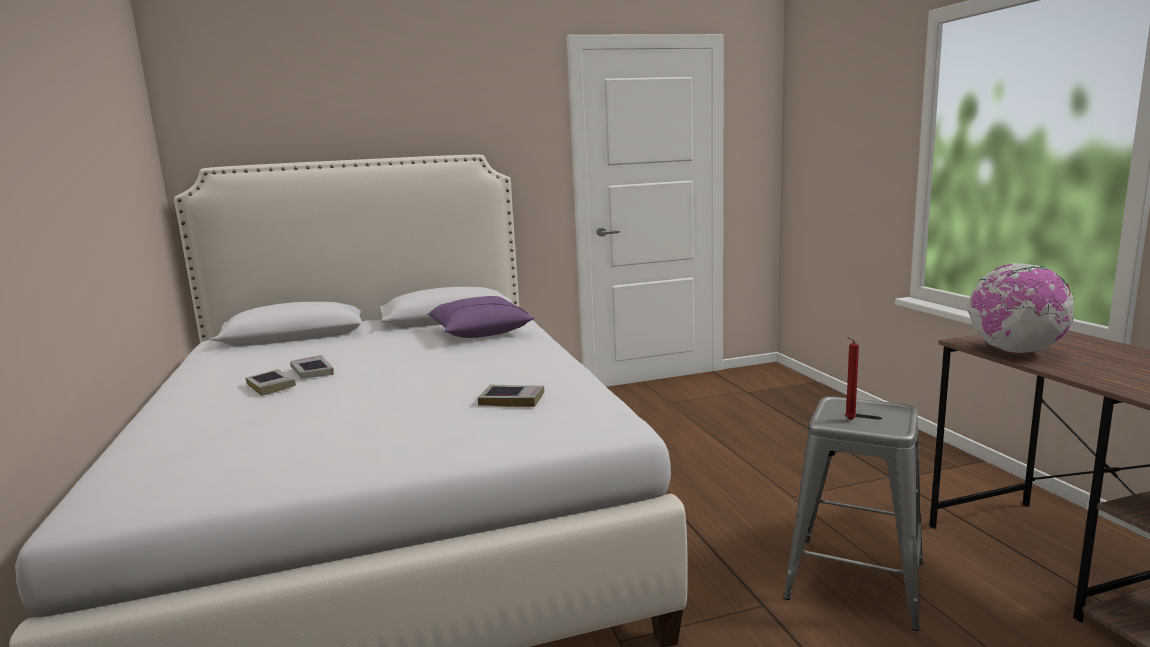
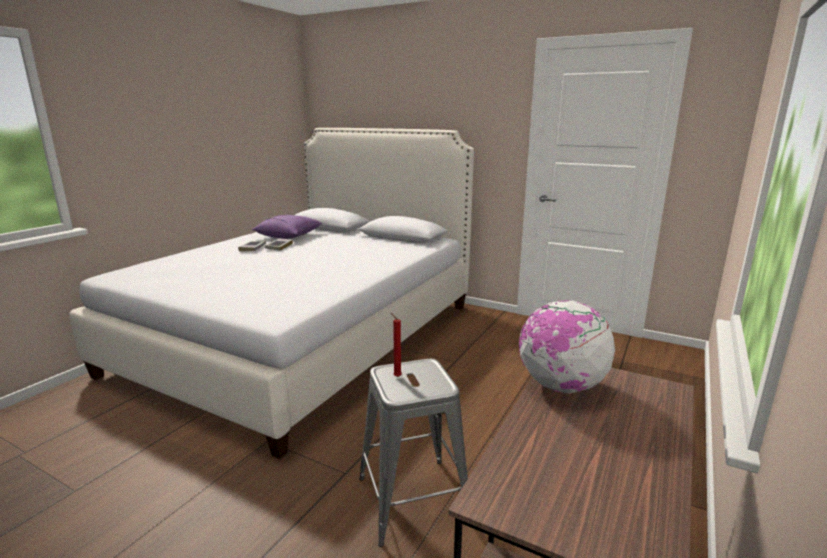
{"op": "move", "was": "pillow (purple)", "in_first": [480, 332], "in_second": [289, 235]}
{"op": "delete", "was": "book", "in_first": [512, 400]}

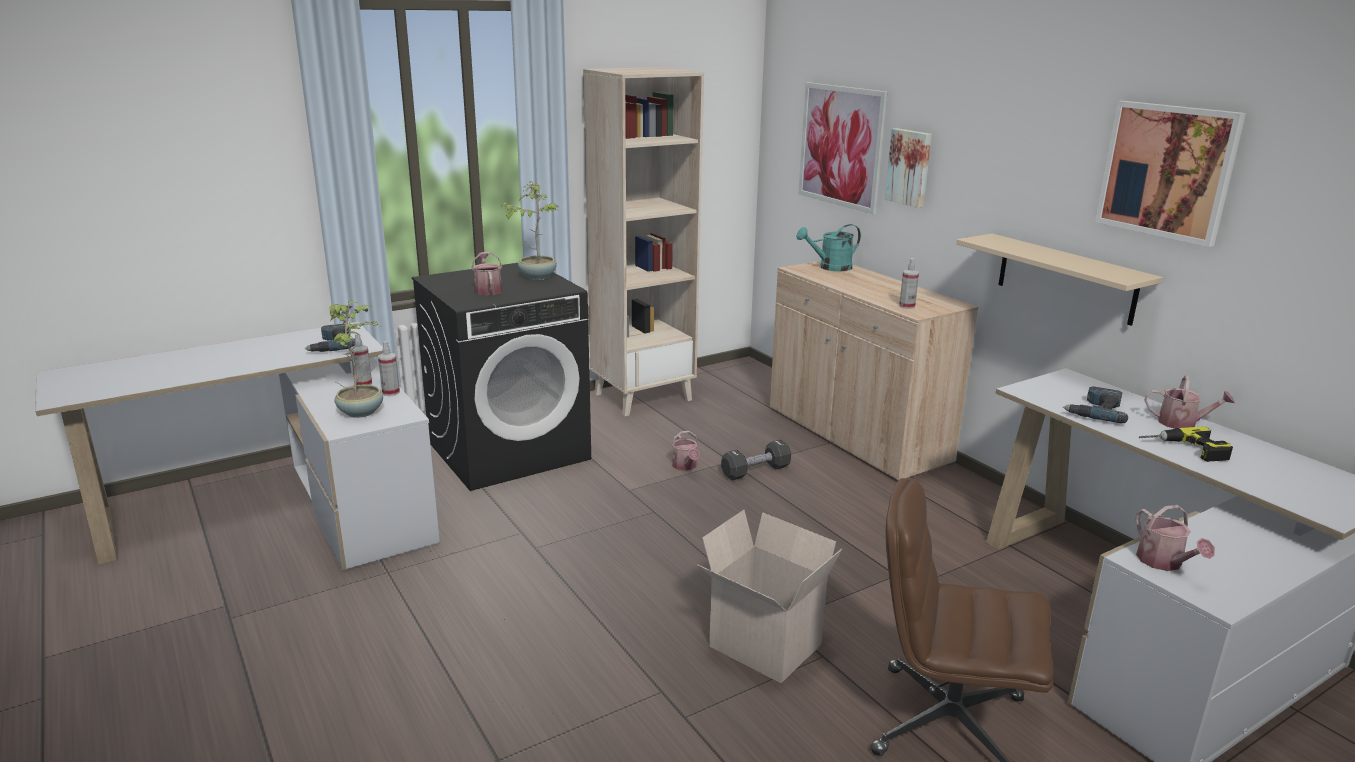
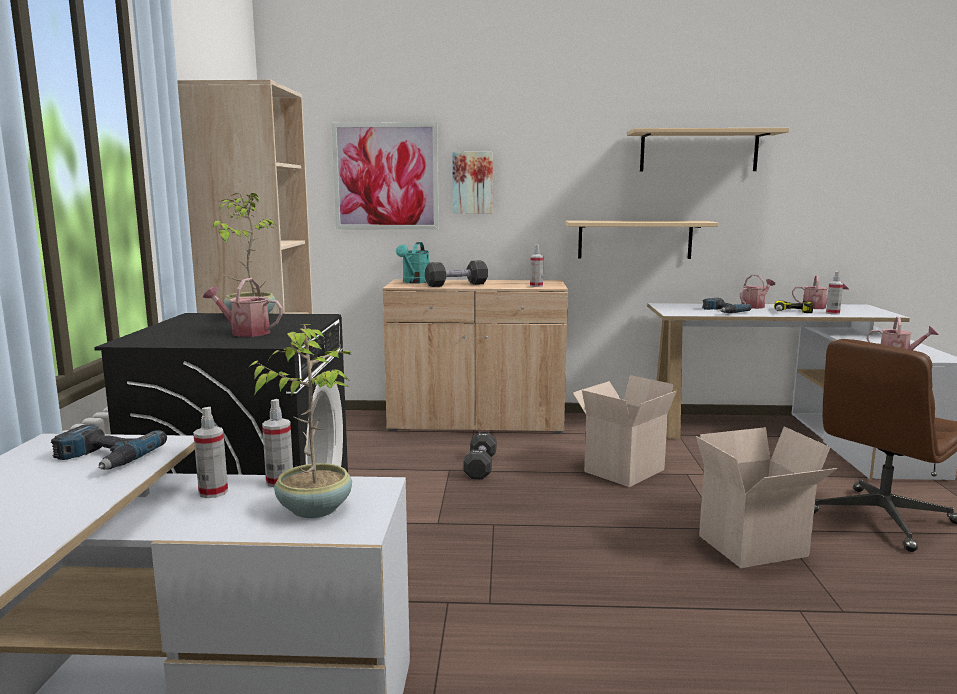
{"op": "move", "was": "watering can", "in_first": [685, 466], "in_second": [817, 307]}
{"op": "replace", "was": "picture", "now": "shelf (beige)", "in_first": [1167, 171], "in_second": [698, 151]}
{"op": "insert", "now": "dumbbell (black)", "in_second": [456, 285]}
{"op": "insert", "now": "cardboard box", "in_second": [623, 470]}
{"op": "insert", "now": "spray bottle", "in_second": [832, 313]}

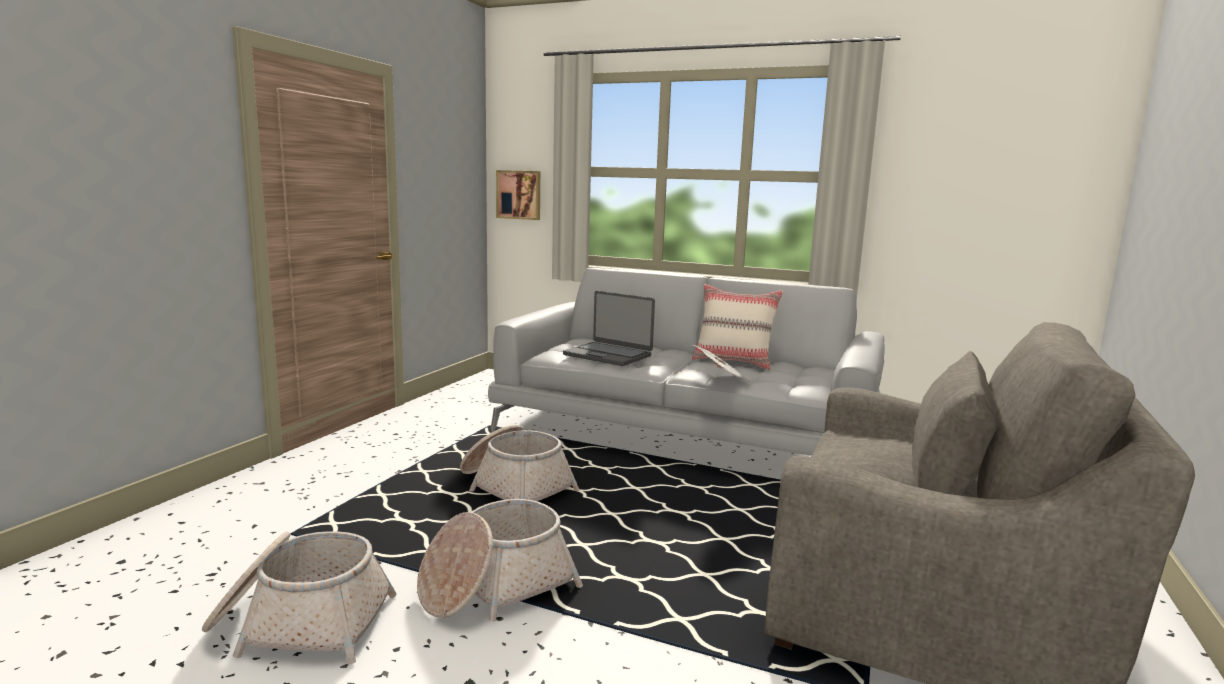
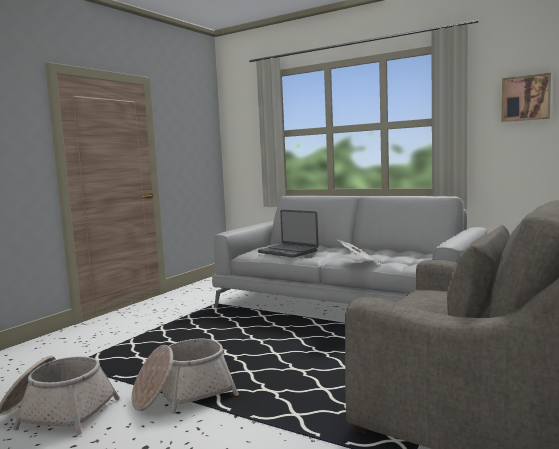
{"op": "delete", "was": "basket", "in_first": [515, 487]}
{"op": "move", "was": "picture", "in_first": [519, 195], "in_second": [526, 98]}
{"op": "delete", "was": "pillow (beige)", "in_first": [733, 361]}

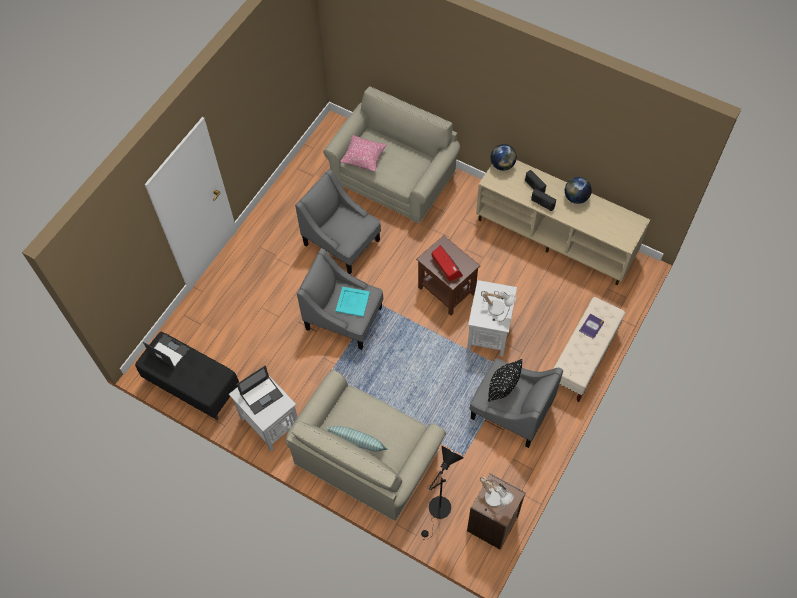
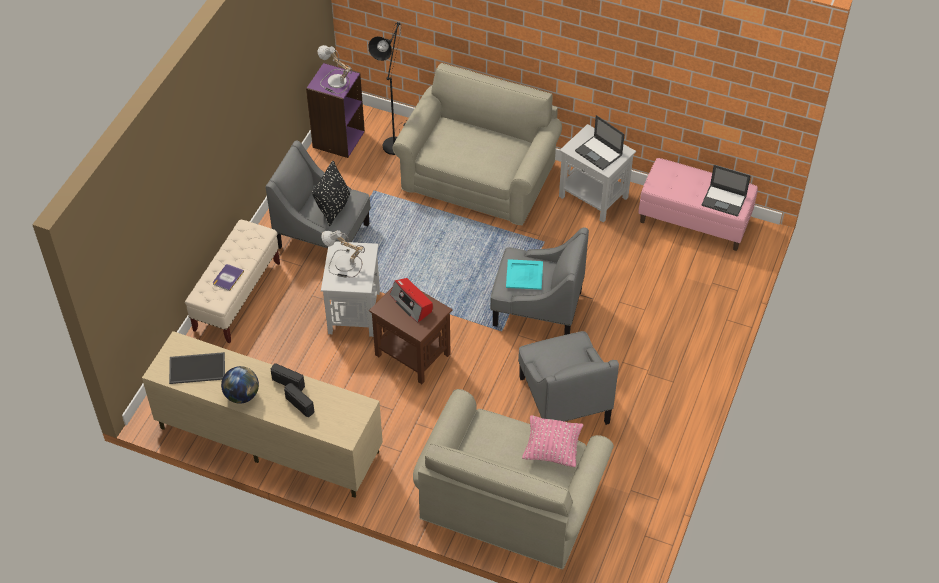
{"op": "recolor", "was": "bench (black)", "now": "bench (pink)", "in_first": [192, 385], "in_second": [694, 221]}
{"op": "rotate", "was": "laptop", "in_first": [262, 395], "in_second": [599, 153], "clockwise": -90}
{"op": "rotate", "was": "armchair (grey)", "in_first": [342, 242], "in_second": [563, 400], "clockwise": 45}
{"op": "delete", "was": "pillow", "in_first": [357, 443]}
{"op": "recolor", "was": "bookcase (brown)", "now": "bookcase (purple)", "in_first": [493, 524], "in_second": [338, 139]}
{"op": "delete", "was": "globe", "in_first": [502, 165]}
{"op": "insert", "now": "tray", "in_second": [197, 367]}

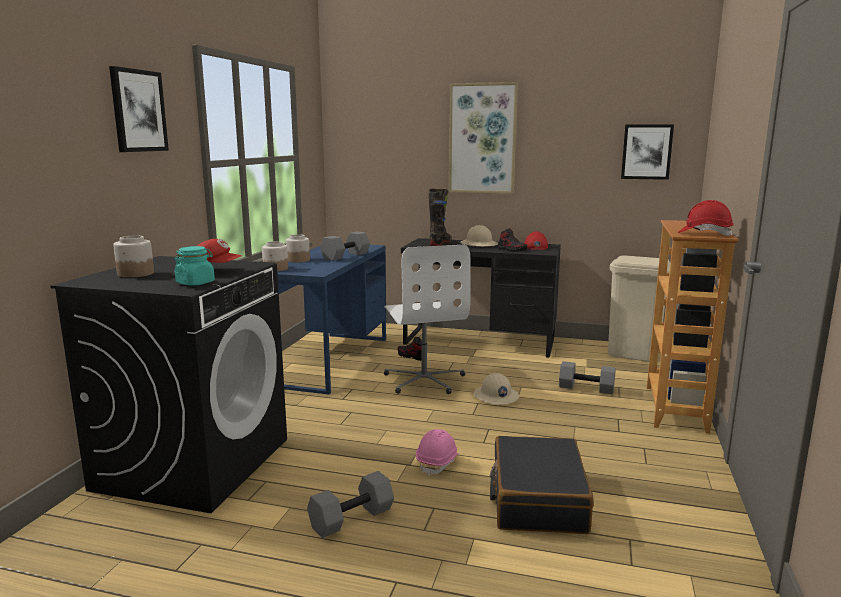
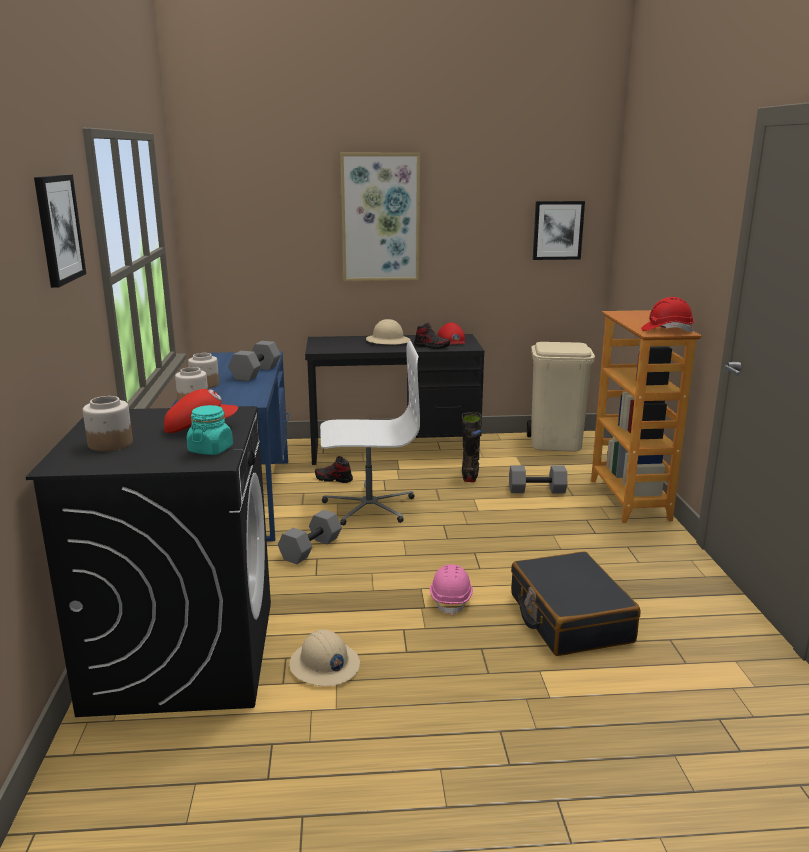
{"op": "move", "was": "dumbbell (grey)", "in_first": [351, 517], "in_second": [310, 548]}
{"op": "rotate", "was": "office chair (white)", "in_first": [424, 380], "in_second": [368, 506], "clockwise": -60}
{"op": "move", "was": "boot (black)", "in_first": [440, 243], "in_second": [470, 474]}
{"op": "move", "was": "hard hat (beige)", "in_first": [495, 396], "in_second": [324, 665]}

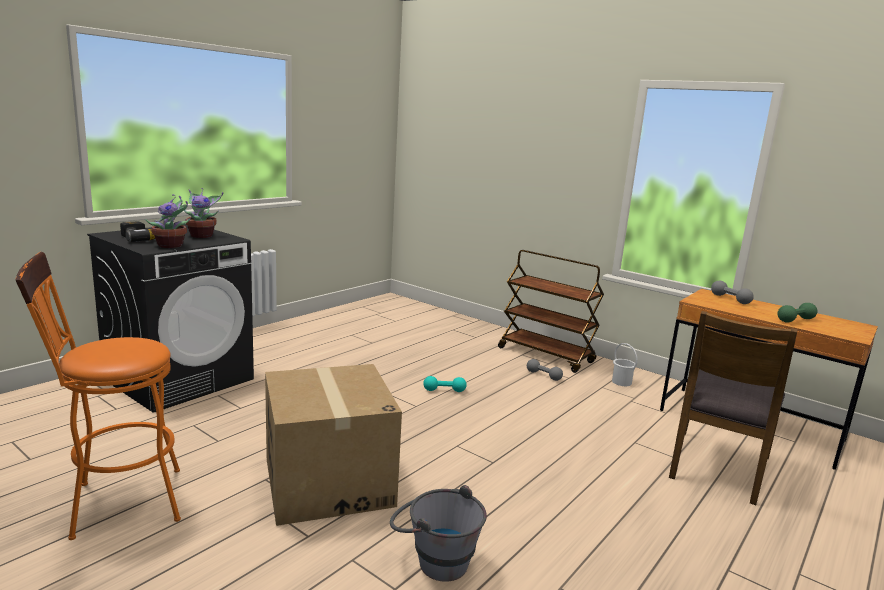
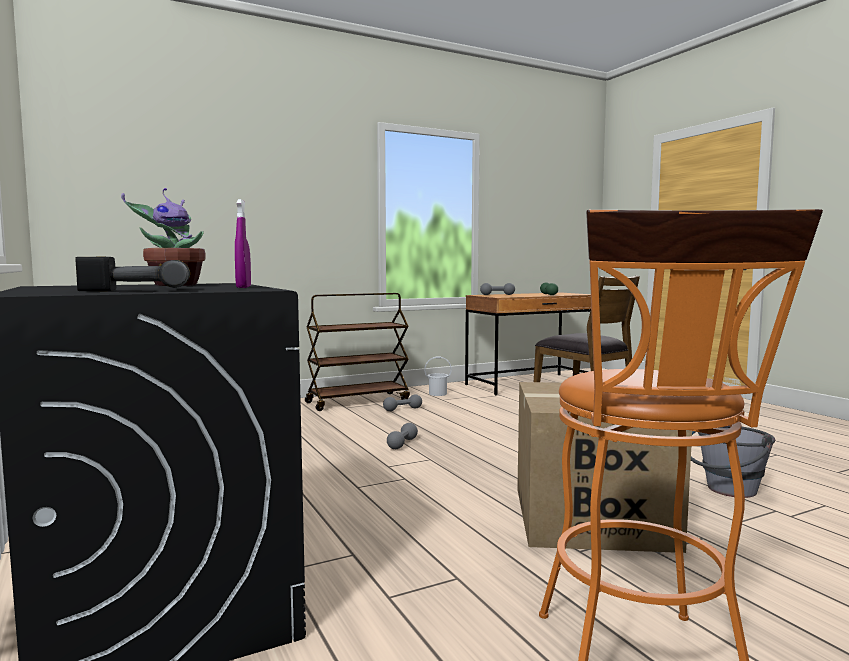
{"op": "replace", "was": "potted plant", "now": "spray bottle (purple)", "in_first": [172, 246], "in_second": [243, 287]}
{"op": "recolor", "was": "dumbbell (turquoise)", "now": "dumbbell (grey)", "in_first": [444, 390], "in_second": [402, 444]}

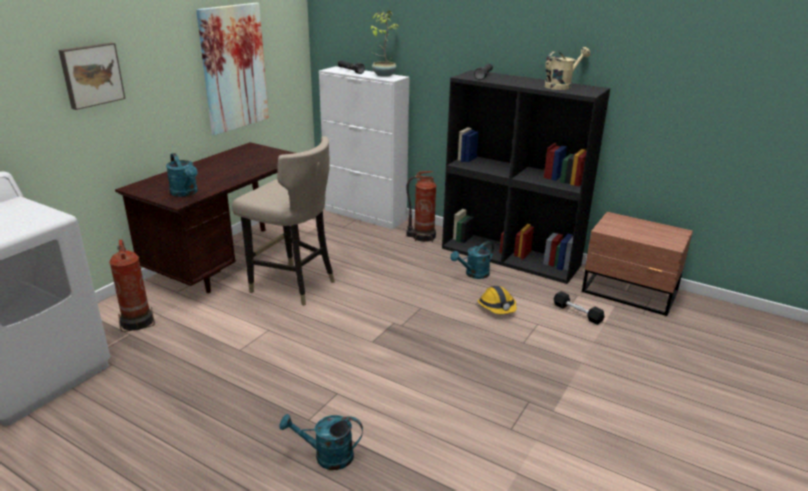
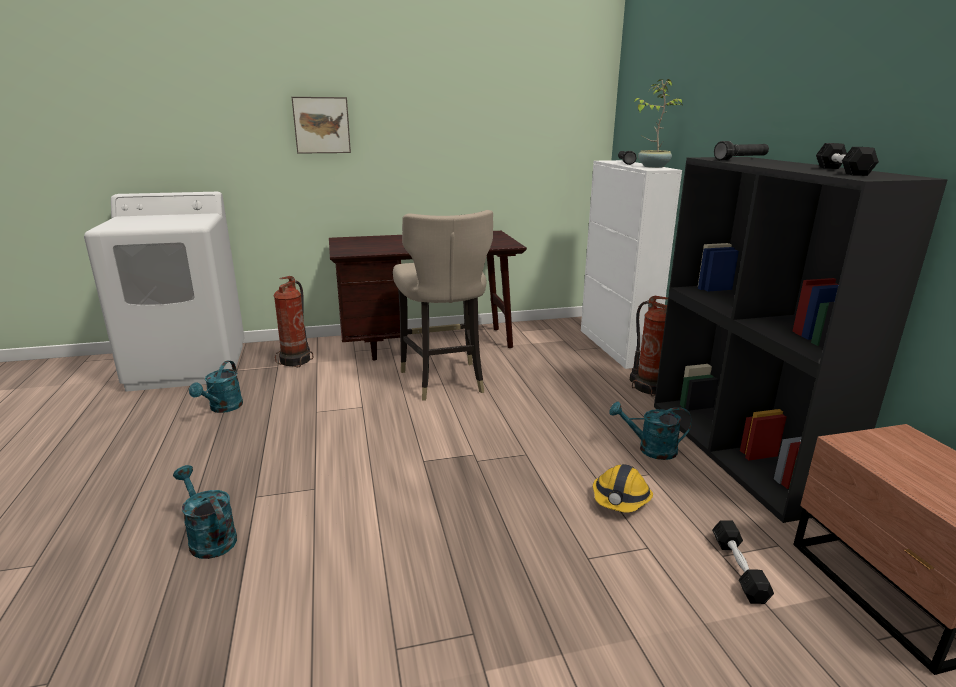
{"op": "move", "was": "watering can (turquoise)", "in_first": [186, 193], "in_second": [223, 408]}
{"op": "delete", "was": "picture", "in_first": [234, 68]}
{"op": "replace", "was": "watering can (beige)", "now": "dumbbell (black)", "in_first": [561, 86], "in_second": [841, 171]}

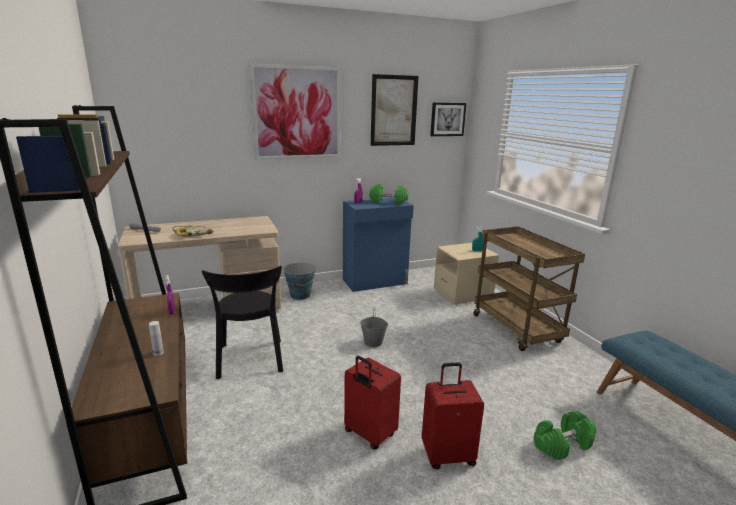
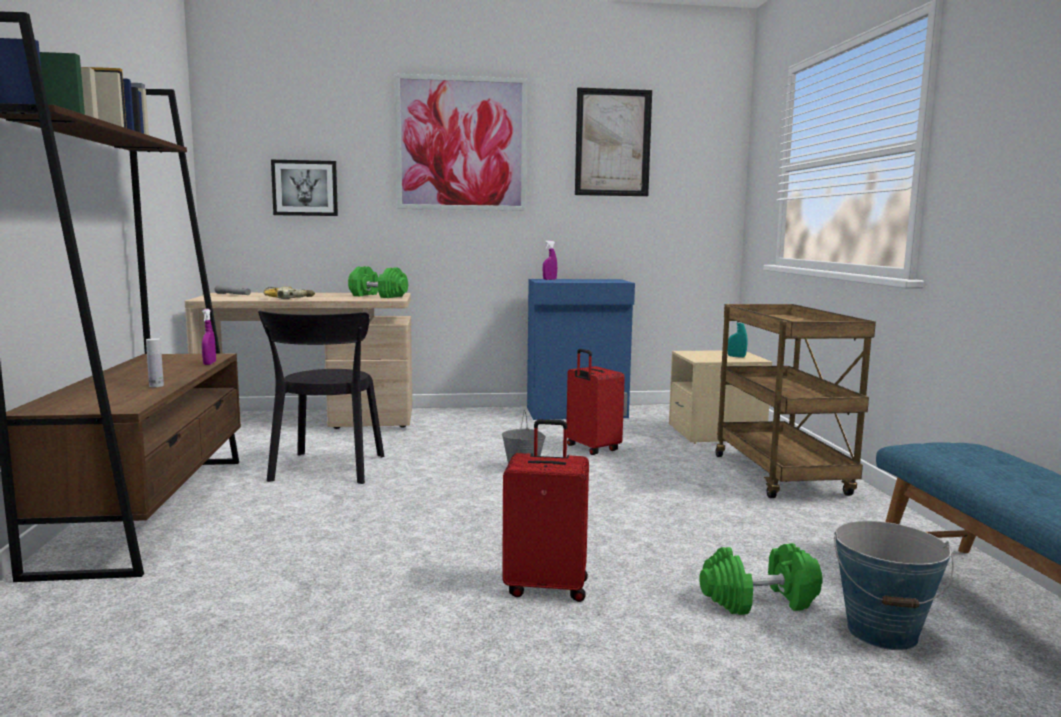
{"op": "move", "was": "bucket", "in_first": [300, 295], "in_second": [882, 632]}
{"op": "move", "was": "suitcase (red)", "in_first": [369, 434], "in_second": [591, 448]}
{"op": "move", "was": "dumbbell (green)", "in_first": [388, 202], "in_second": [378, 296]}
{"op": "move", "was": "picture", "in_first": [447, 119], "in_second": [305, 188]}

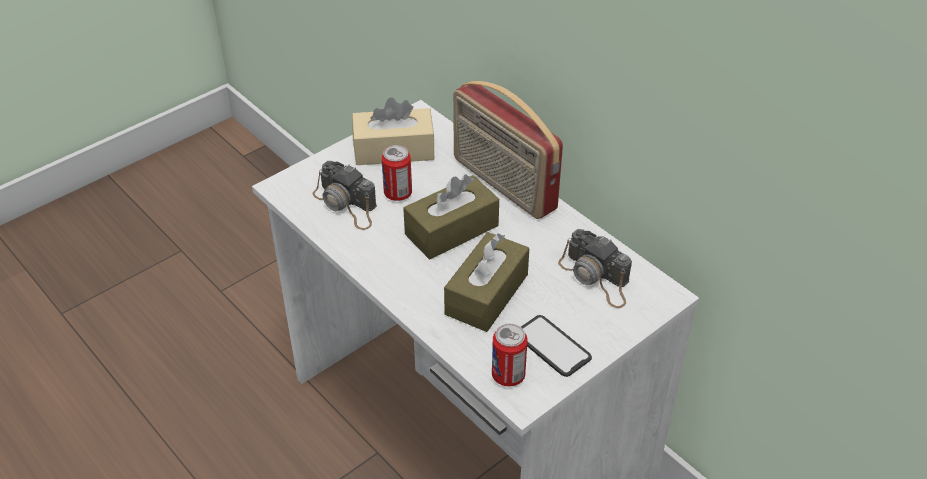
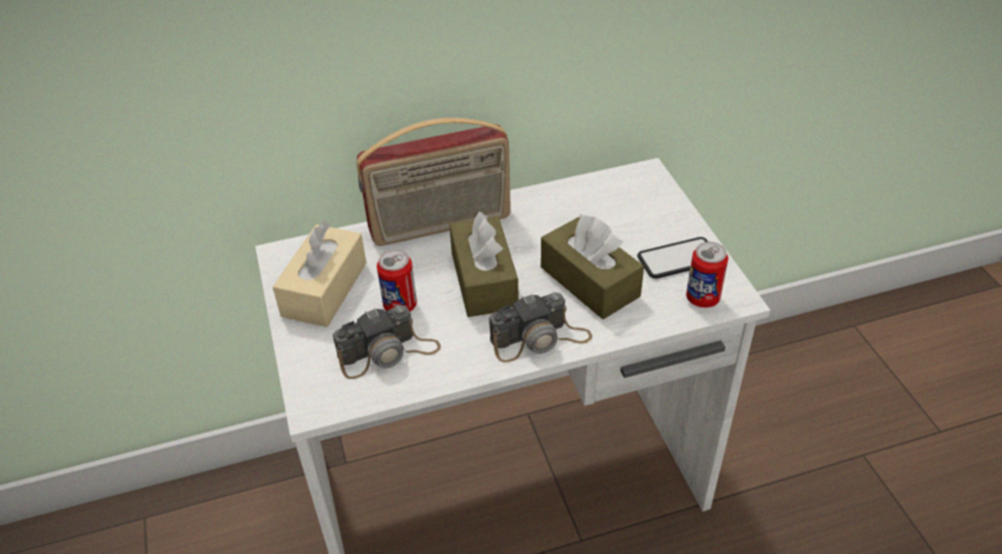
{"op": "move", "was": "photo camera", "in_first": [596, 277], "in_second": [540, 339]}

